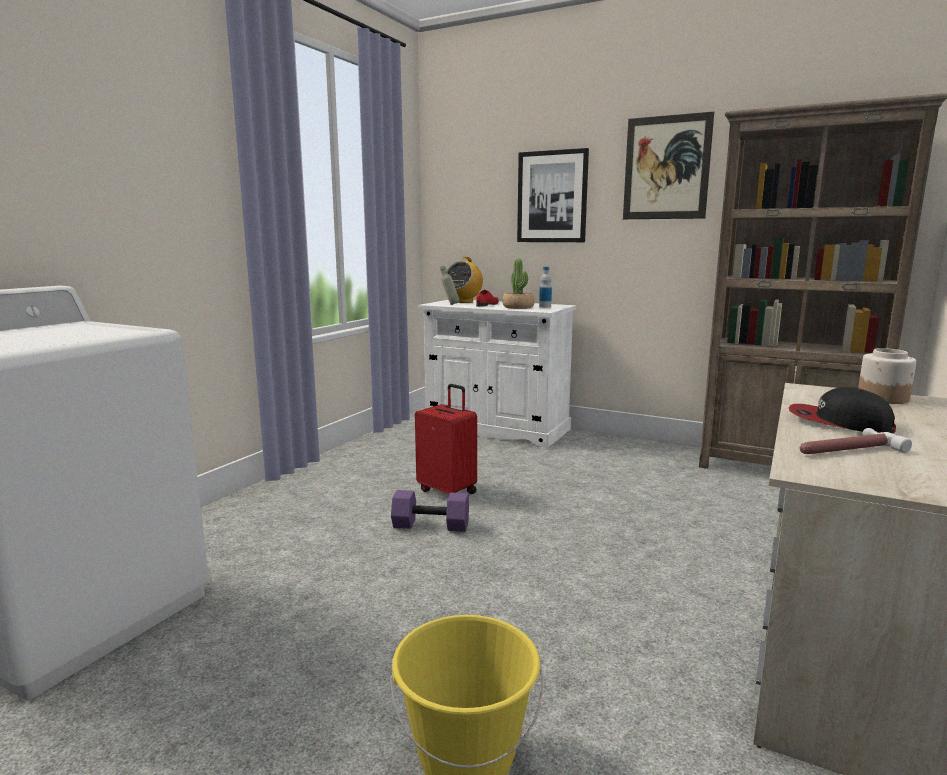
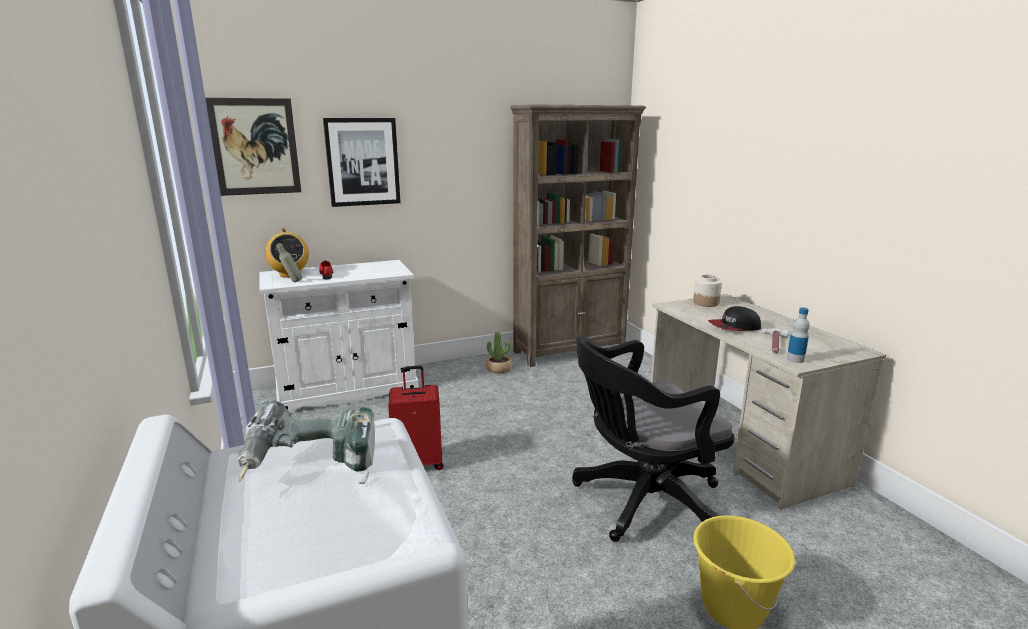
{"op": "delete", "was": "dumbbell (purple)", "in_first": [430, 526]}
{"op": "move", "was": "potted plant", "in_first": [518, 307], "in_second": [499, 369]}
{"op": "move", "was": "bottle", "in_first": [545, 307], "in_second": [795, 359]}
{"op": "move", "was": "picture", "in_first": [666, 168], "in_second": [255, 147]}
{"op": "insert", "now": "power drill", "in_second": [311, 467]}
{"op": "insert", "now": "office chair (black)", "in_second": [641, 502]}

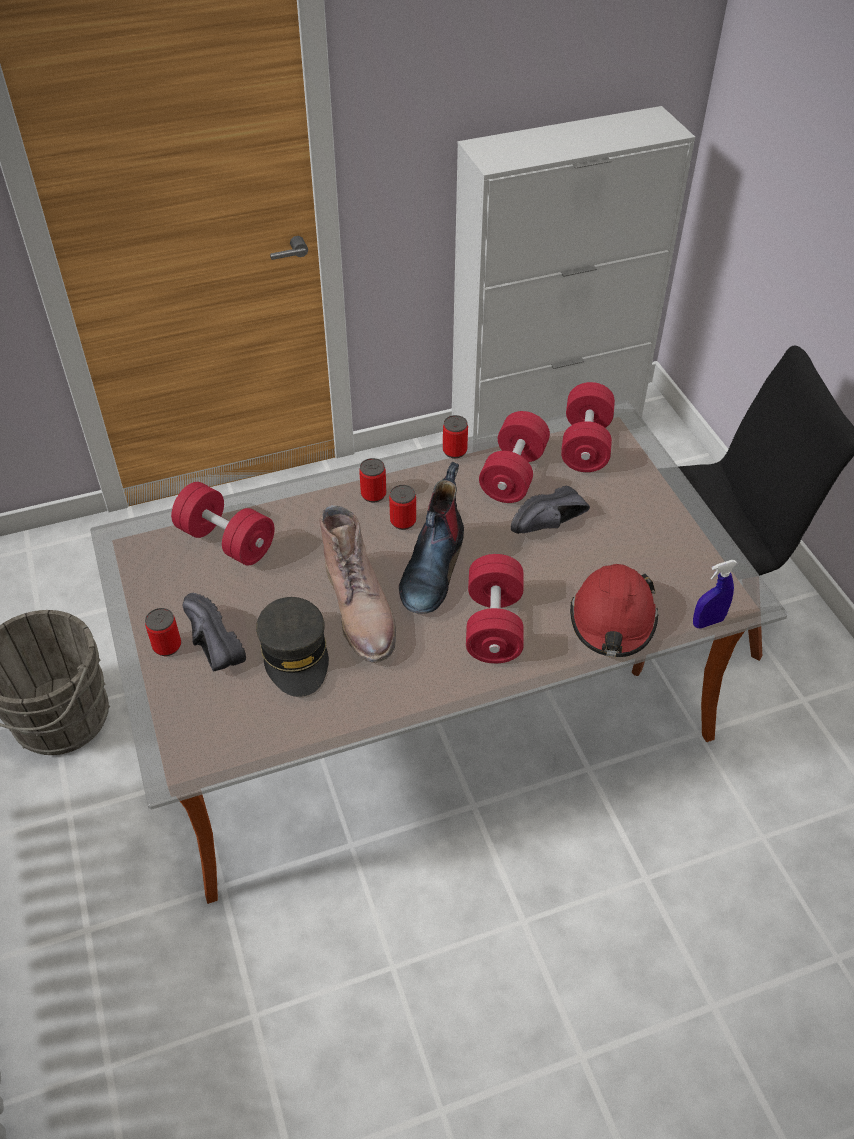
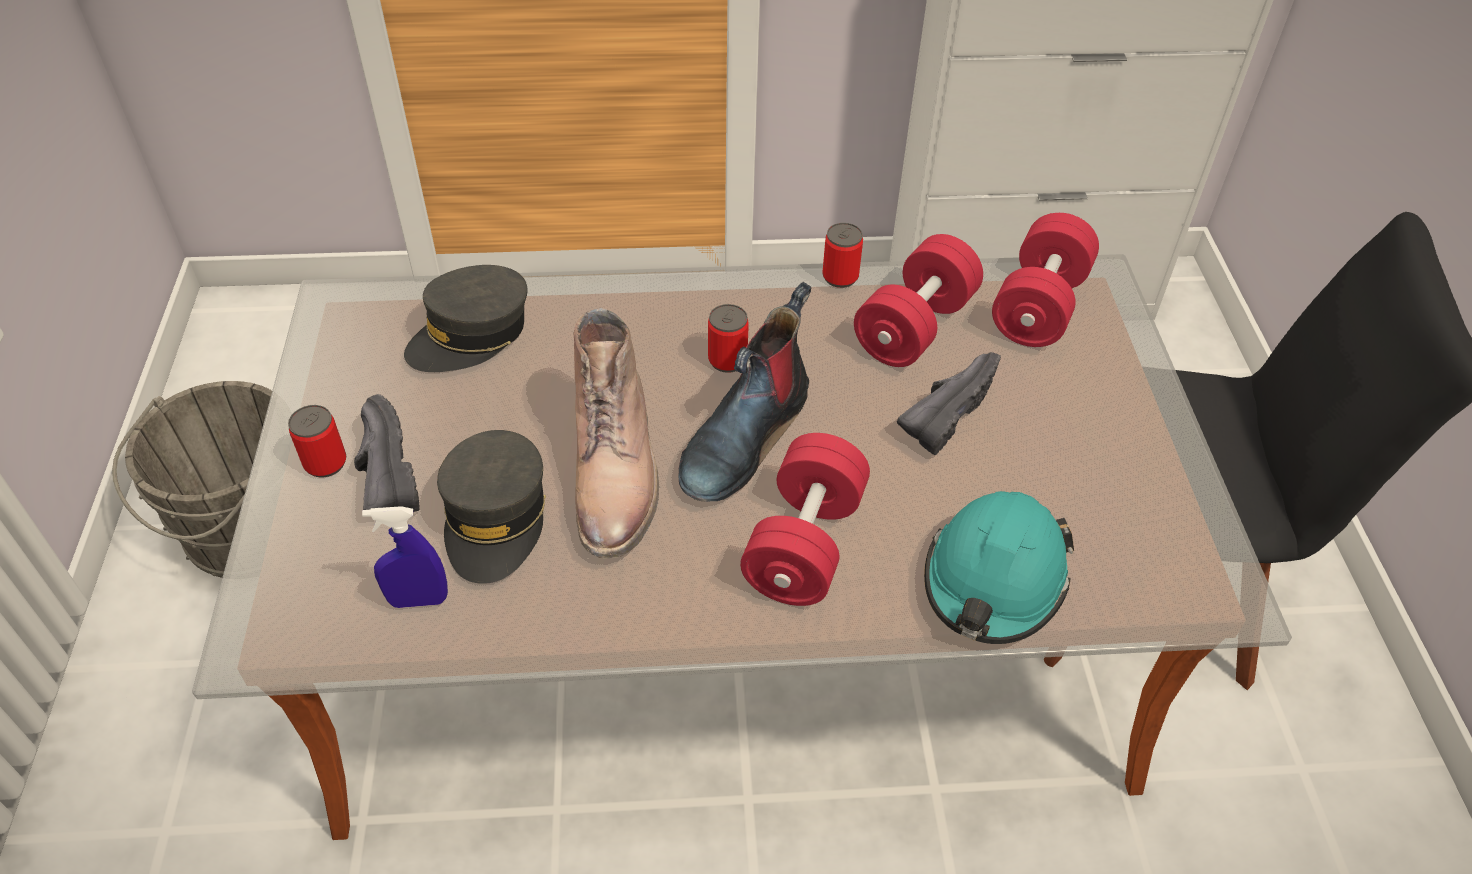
{"op": "replace", "was": "dumbbell (red)", "now": "cap (grey)", "in_first": [226, 541], "in_second": [471, 335]}
{"op": "delete", "was": "can", "in_first": [373, 494]}
{"op": "rotate", "was": "shoe (black)", "in_first": [550, 525], "in_second": [945, 412], "clockwise": 150}
{"op": "recolor", "was": "hard hat (red)", "now": "hard hat (turquoise)", "in_first": [613, 620], "in_second": [994, 580]}
{"op": "move", "was": "spray bottle (blue)", "in_first": [707, 622], "in_second": [418, 600]}

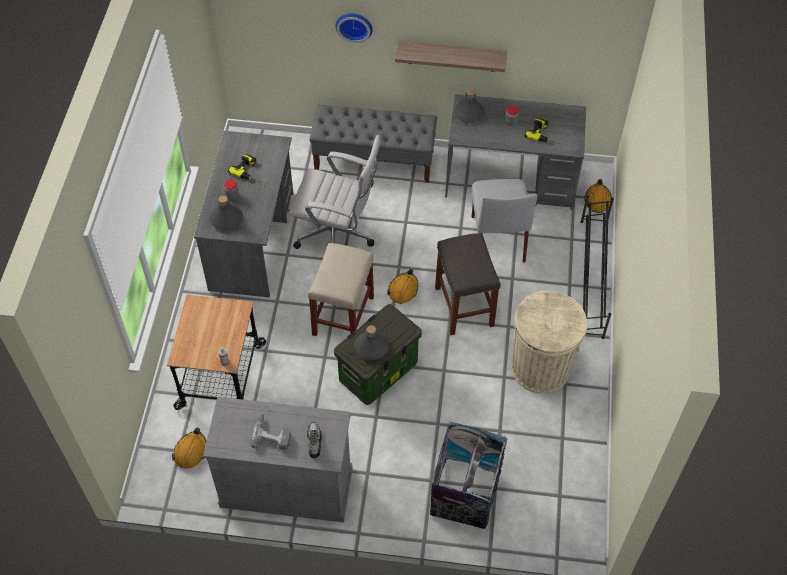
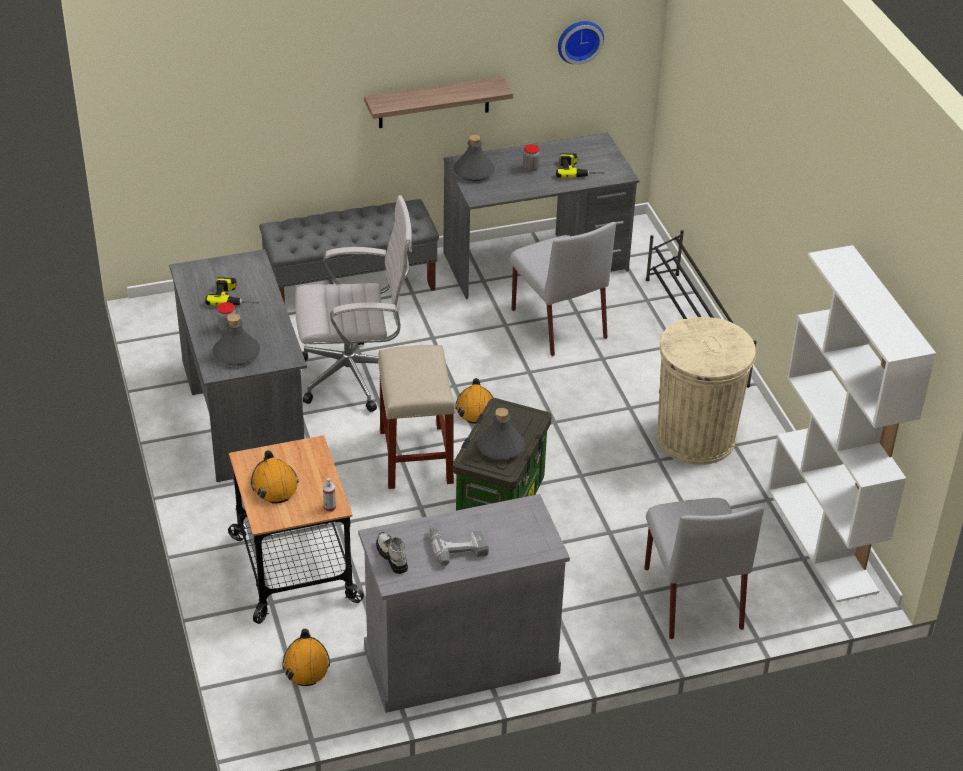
{"op": "move", "was": "shoe", "in_first": [314, 442], "in_second": [392, 557]}
{"op": "move", "was": "wall clock", "in_first": [354, 25], "in_second": [579, 40]}
{"op": "replace", "was": "trash can", "now": "chair (grey)", "in_first": [464, 497], "in_second": [692, 596]}
{"op": "delete", "was": "stool (grey)", "in_first": [463, 306]}
{"op": "move", "was": "hard hat (orange)", "in_first": [597, 200], "in_second": [274, 484]}
{"op": "insert", "now": "bookcase (white)", "in_second": [823, 540]}

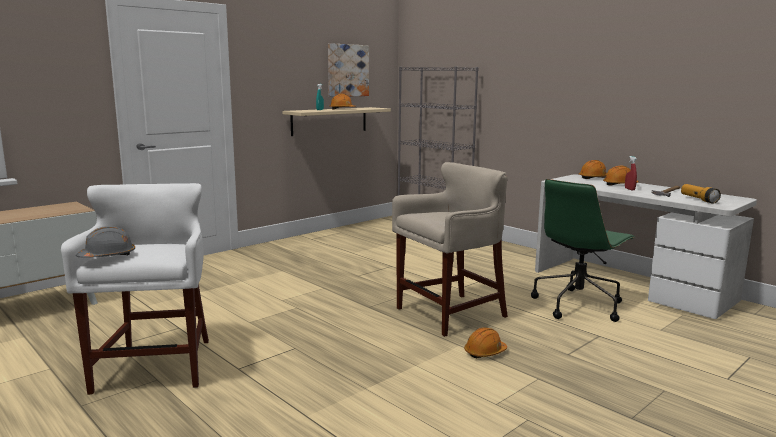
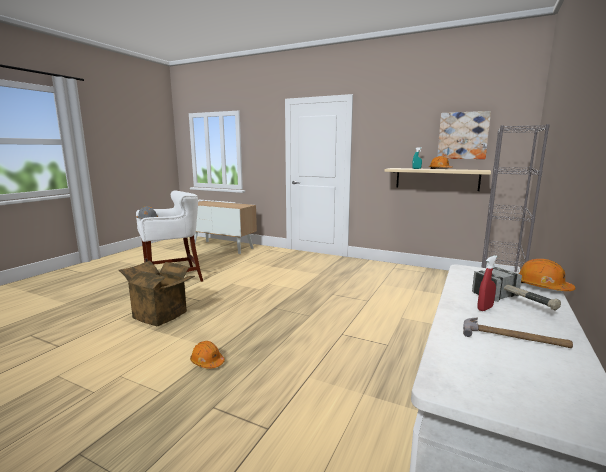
{"op": "delete", "was": "stool (beige)", "in_first": [450, 314]}
{"op": "delete", "was": "office chair (green)", "in_first": [578, 305]}
{"op": "replace", "was": "hard hat (orange)", "now": "hammer", "in_first": [620, 184], "in_second": [515, 302]}
{"op": "delete", "was": "flashlight", "in_first": [698, 199]}
{"op": "insert", "now": "cardboard box", "in_second": [162, 314]}

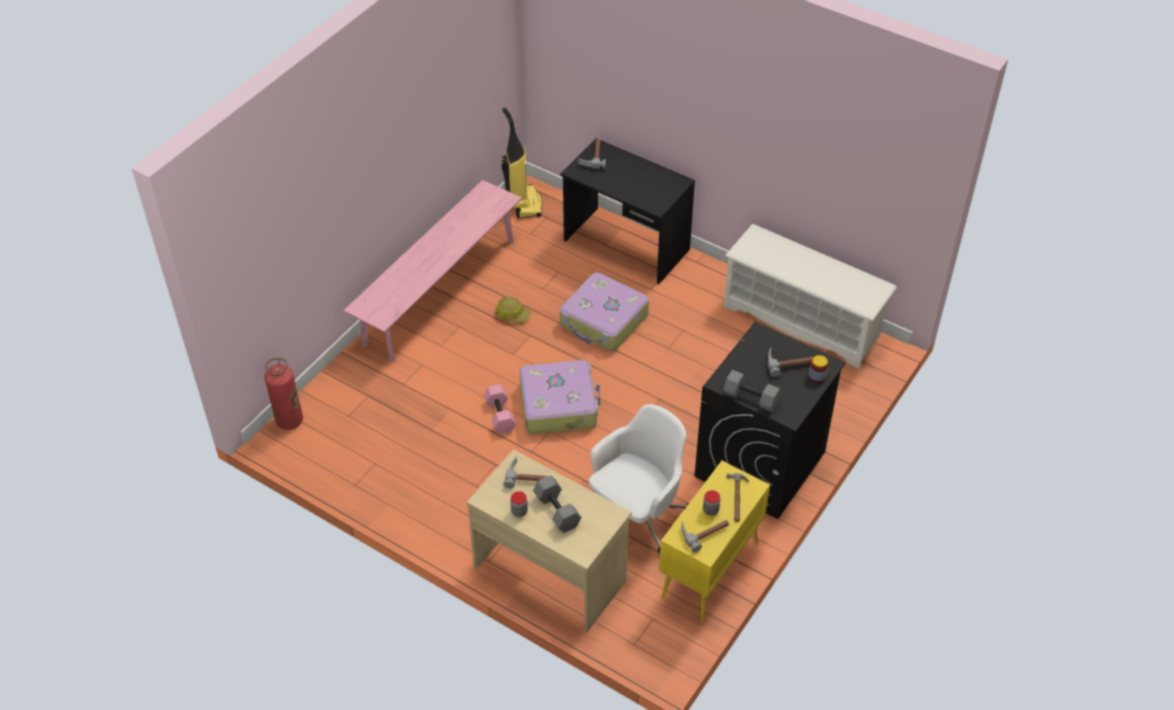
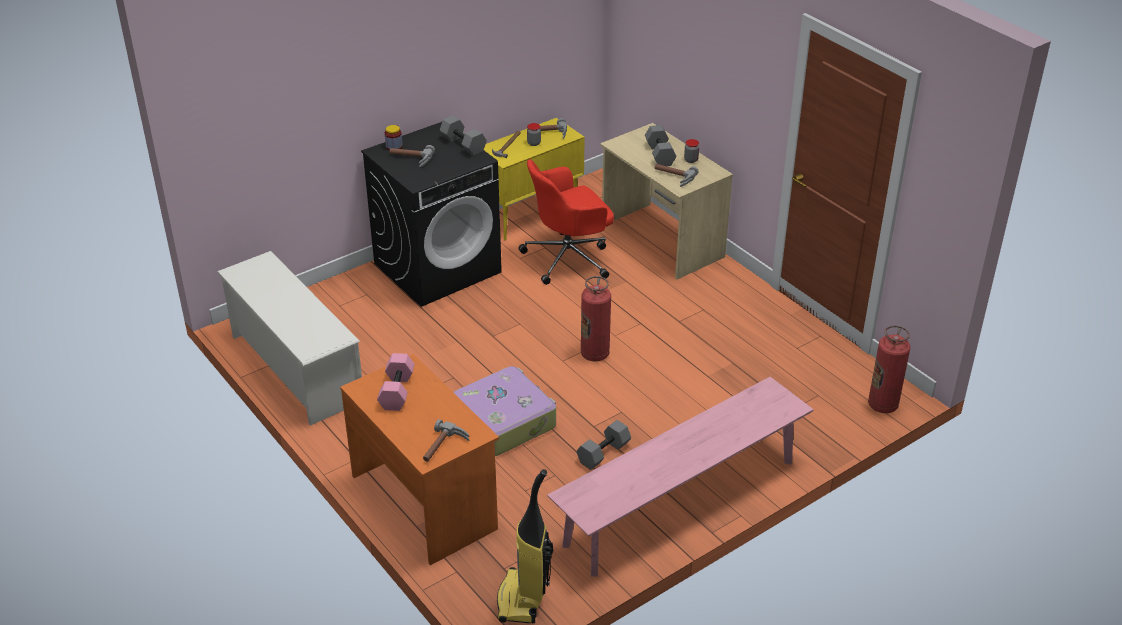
{"op": "move", "was": "dumbbell (pink)", "in_first": [501, 416], "in_second": [396, 391]}
{"op": "replace", "was": "hard hat", "now": "dumbbell (grey)", "in_first": [512, 314], "in_second": [604, 454]}
{"op": "replace", "was": "suitcase", "now": "fire extinguisher", "in_first": [559, 405], "in_second": [595, 354]}
{"op": "recolor", "was": "desk (black)", "now": "desk (orange)", "in_first": [626, 246], "in_second": [425, 501]}
{"op": "recolor", "was": "office chair (white)", "now": "office chair (red)", "in_first": [637, 516], "in_second": [569, 258]}

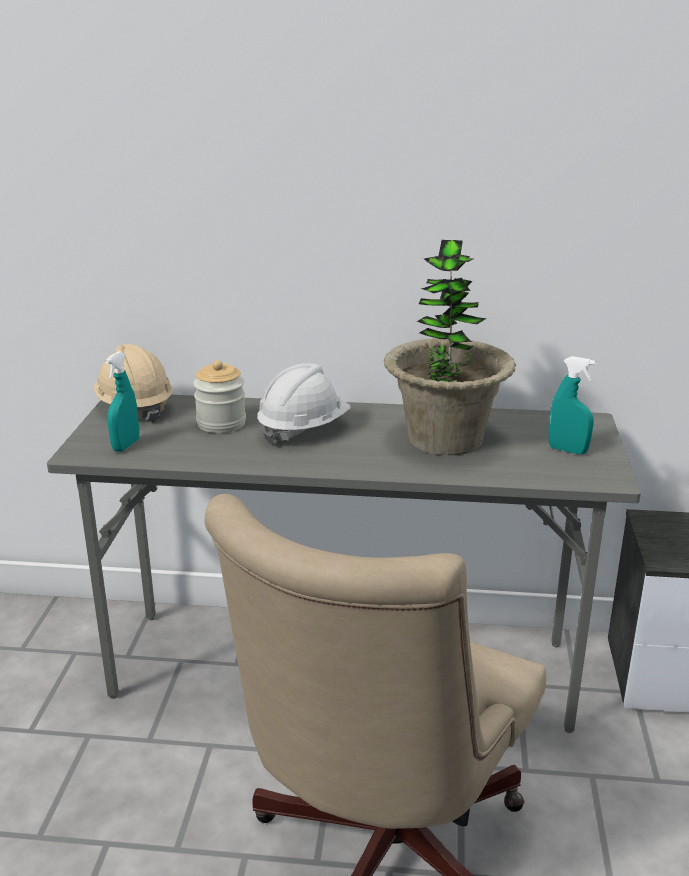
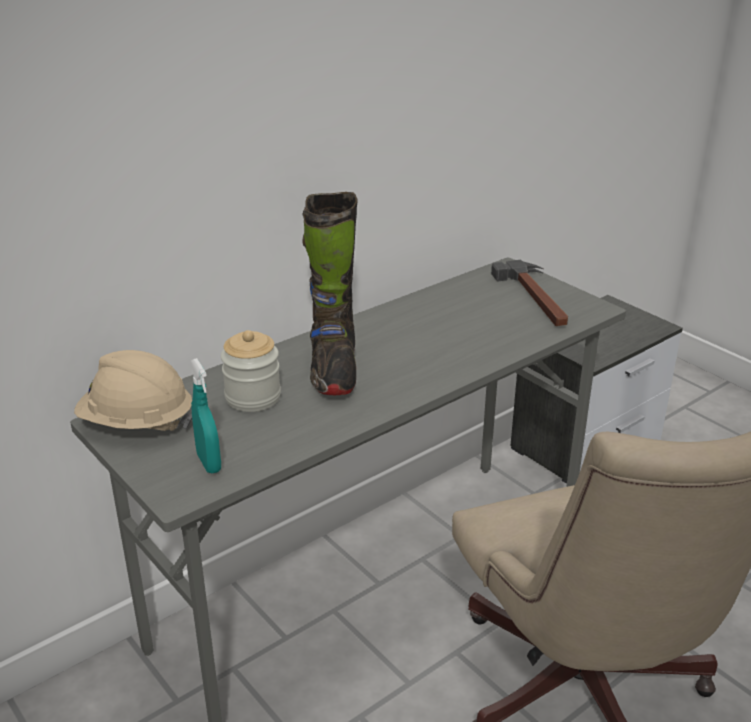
{"op": "replace", "was": "hard hat (white)", "now": "boot (black)", "in_first": [303, 430], "in_second": [333, 369]}
{"op": "delete", "was": "potted plant", "in_first": [444, 439]}
{"op": "replace", "was": "spray bottle (turquoise)", "now": "hammer", "in_first": [567, 450], "in_second": [536, 298]}

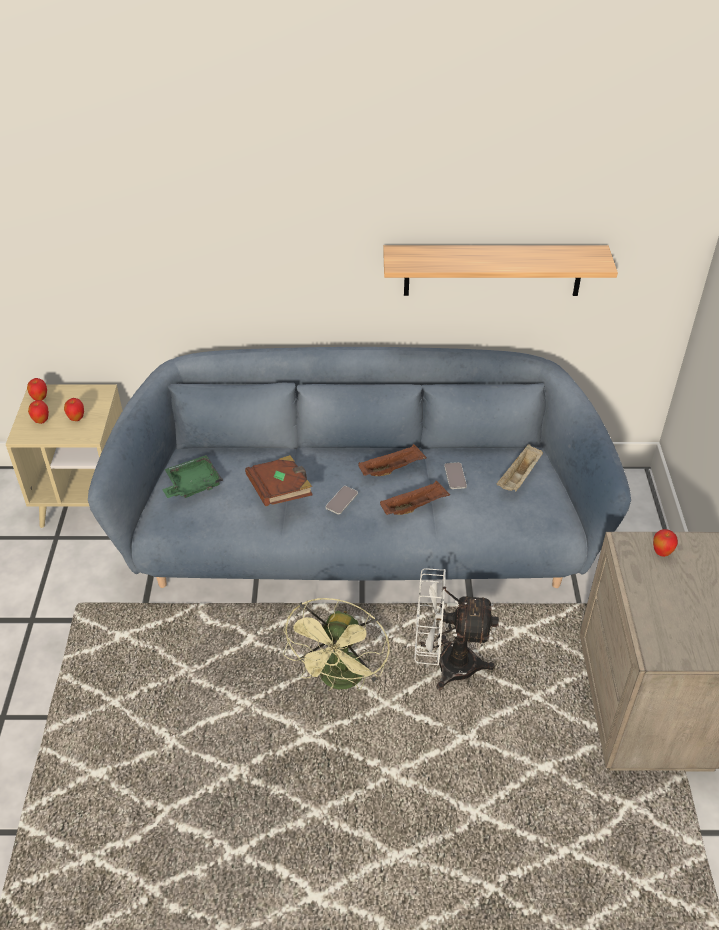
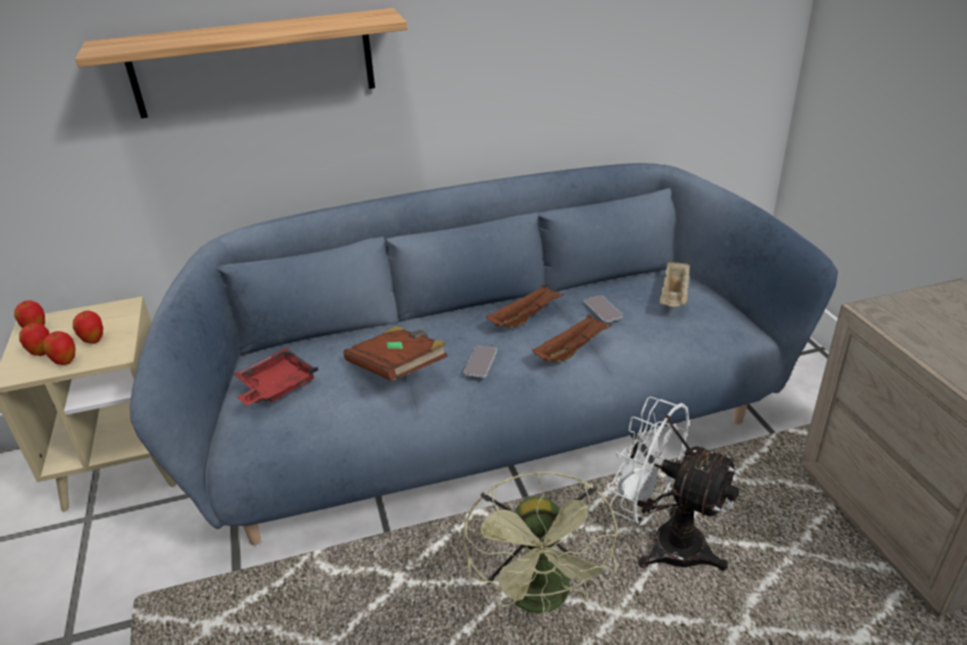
{"op": "recolor", "was": "tray (green)", "now": "tray (red)", "in_first": [192, 484], "in_second": [276, 386]}
{"op": "move", "was": "shelf", "in_first": [493, 270], "in_second": [253, 63]}
{"op": "rotate", "was": "fan (white)", "in_first": [445, 664], "in_second": [664, 542], "clockwise": 45}
{"op": "move", "was": "apple", "in_first": [661, 552], "in_second": [66, 362]}

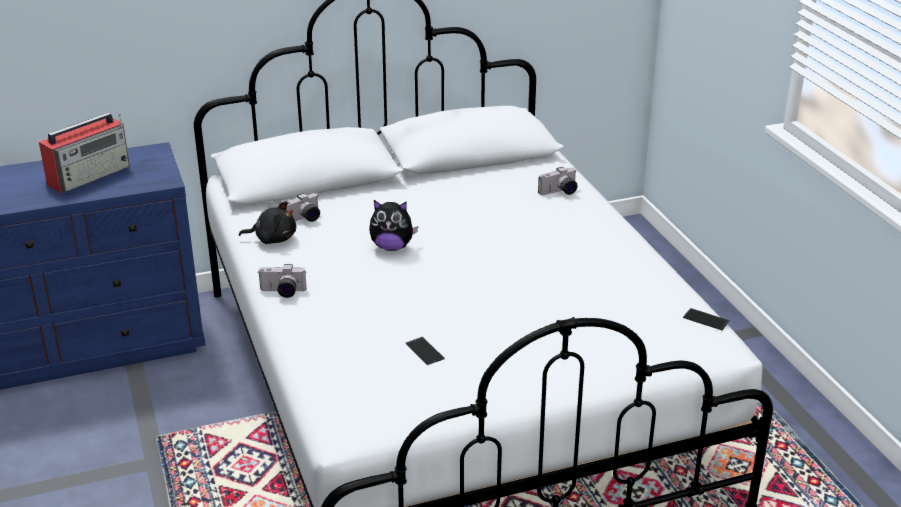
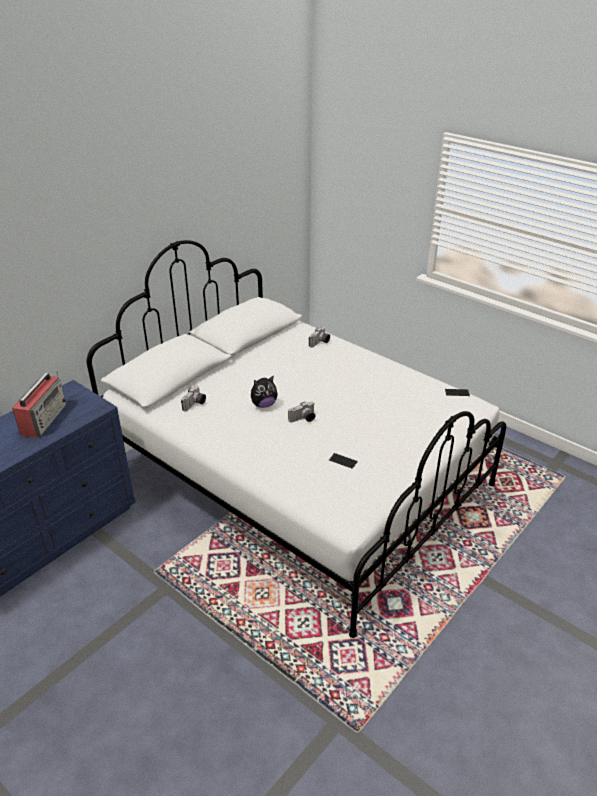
{"op": "delete", "was": "plush toy (black)", "in_first": [273, 239]}
{"op": "move", "was": "photo camera", "in_first": [282, 292], "in_second": [303, 419]}

